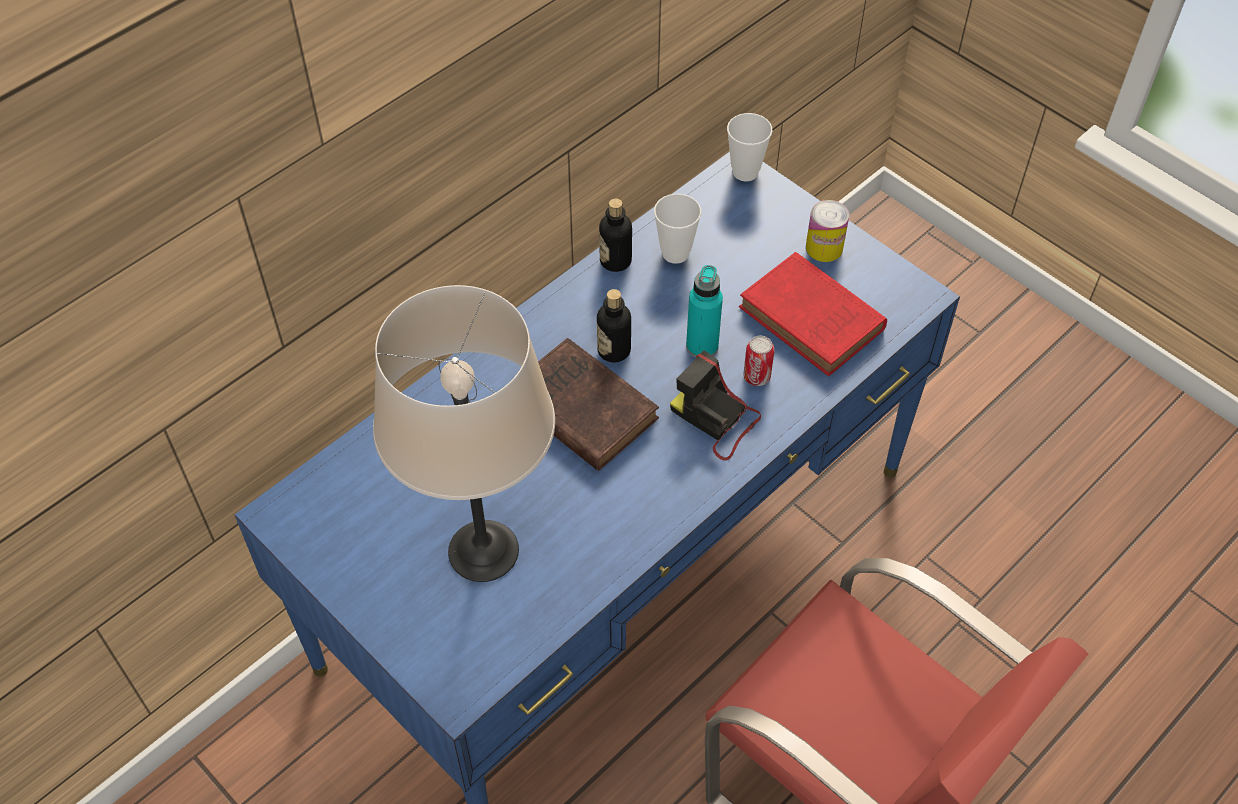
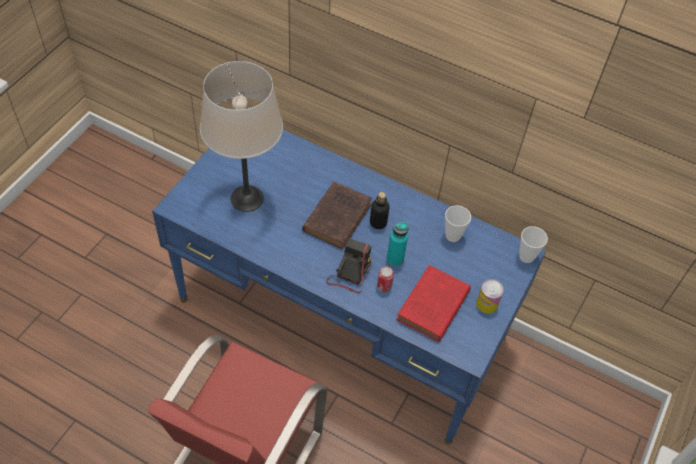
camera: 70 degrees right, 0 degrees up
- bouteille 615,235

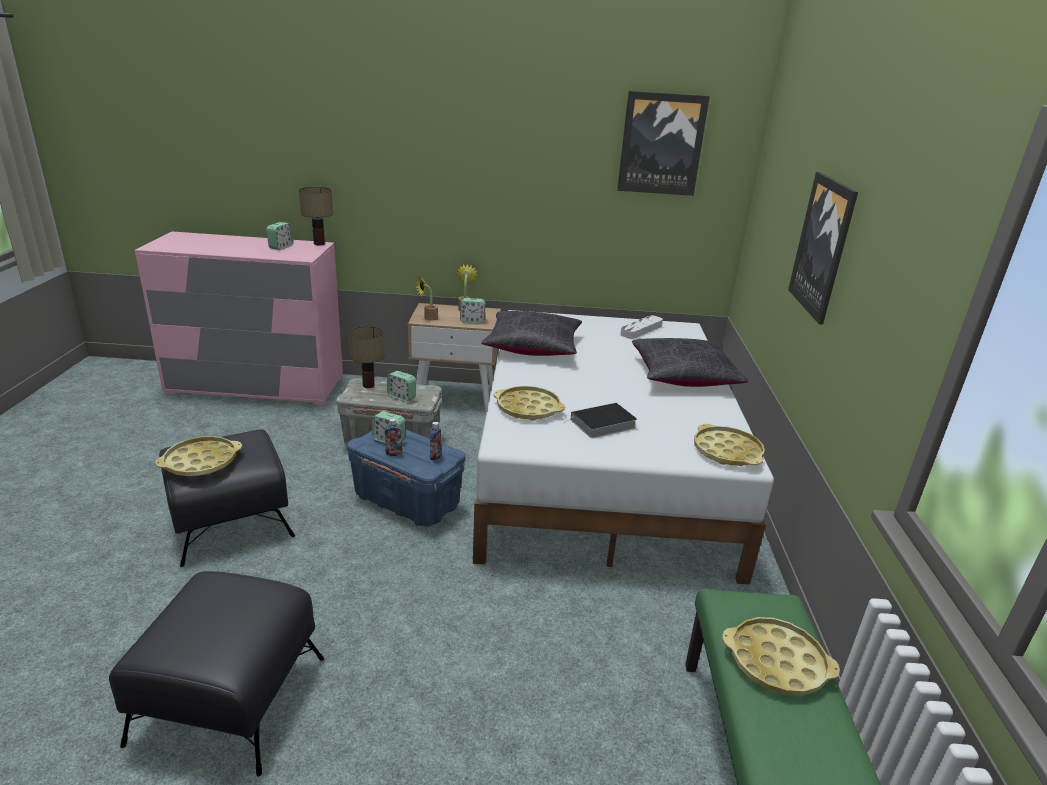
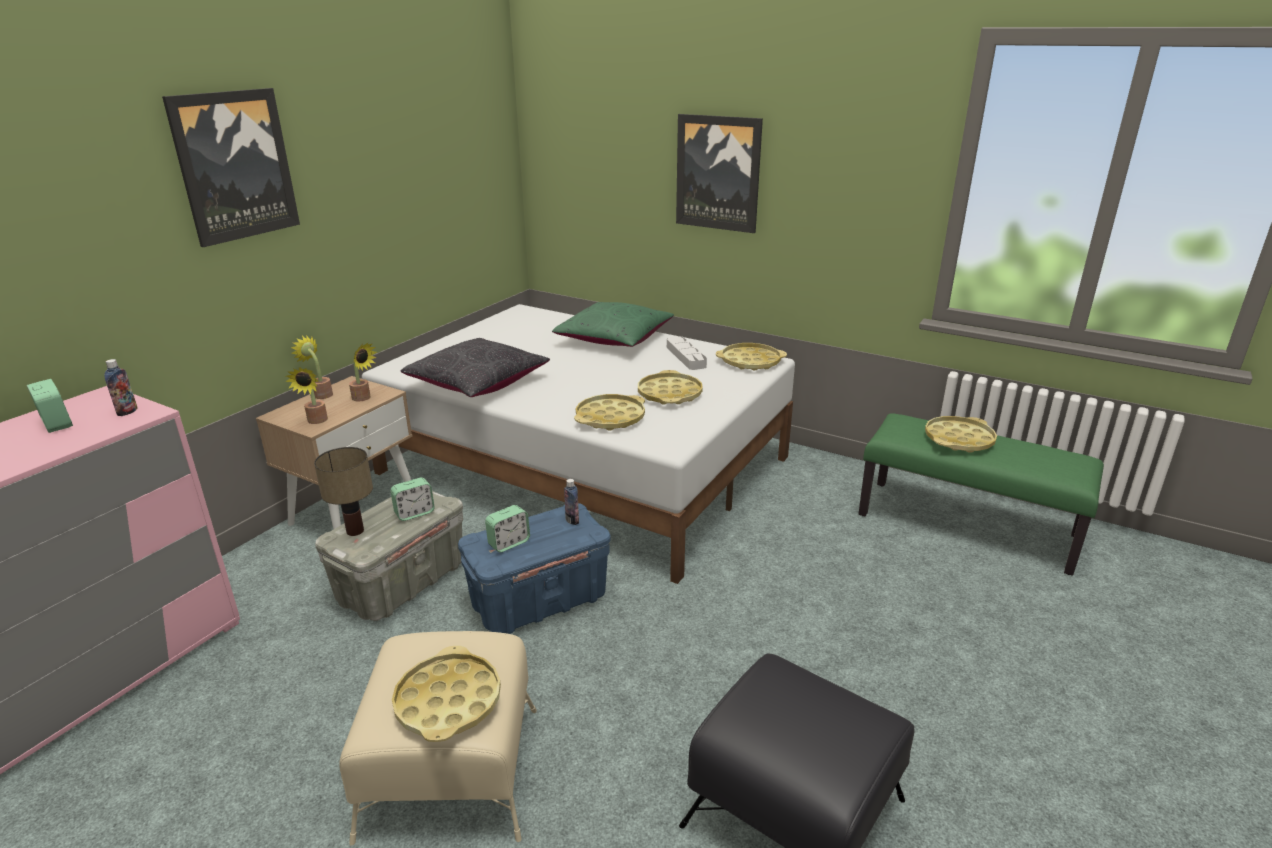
camera: 60 degrees left, 0 degrees up
~ bouteille 393,437 to 121,387
~ tableau 663,143 to 231,167
~ pouf [noir] 227,498 to pouf [beige] 438,738
~ réveil 472,310 to plante en pot 363,372
~ coussin [noir] 690,362 to coussin [vert] 613,324
~ livre 600,420 to plateau [jaune] 670,387
~ plateau [gris] 641,327 to 687,353
- lampe de table 316,216

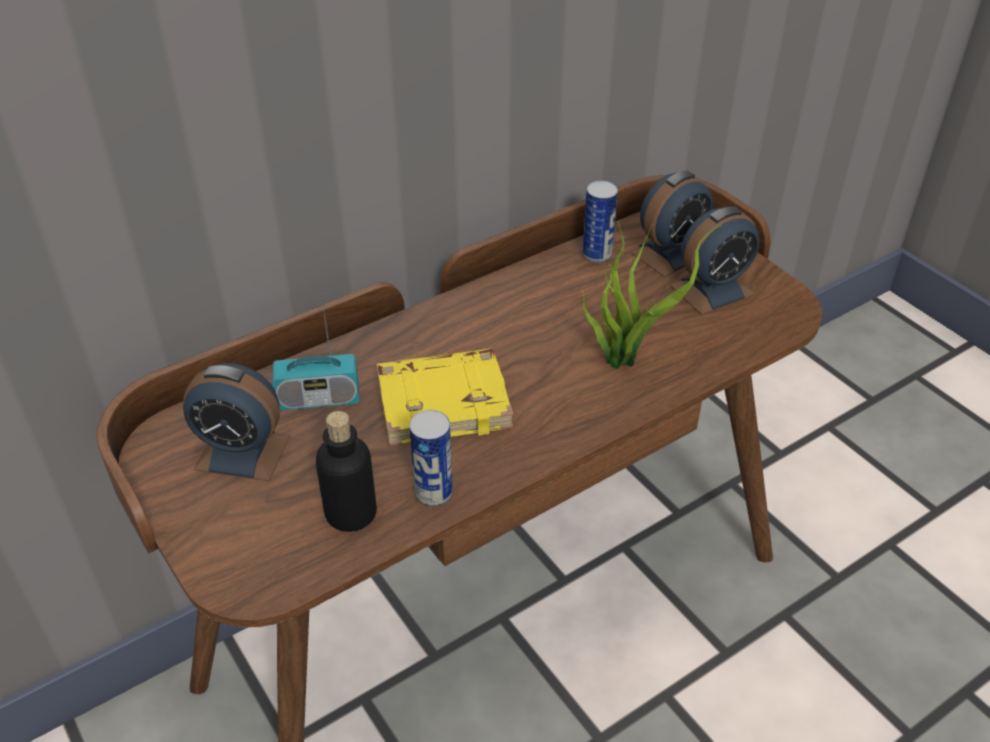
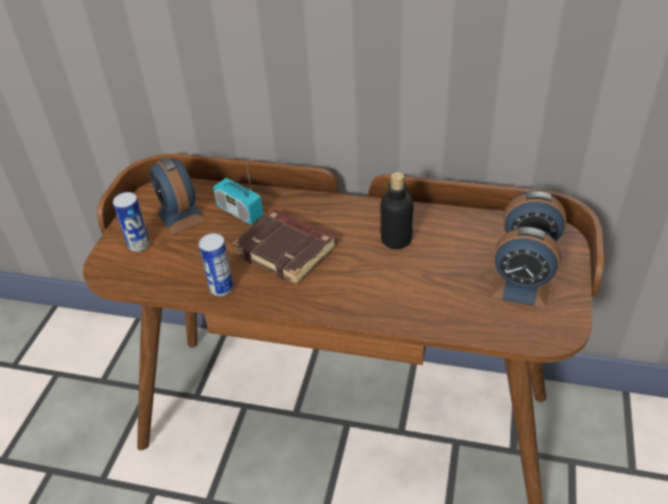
camera: 50 degrees right, 0 degrees up
~ boîte métallique 600,222 to 131,222
~ livre [jaune] 445,397 to livre [marron] 284,247
~ bouteille 346,471 to 397,210
- plante en pot 652,295

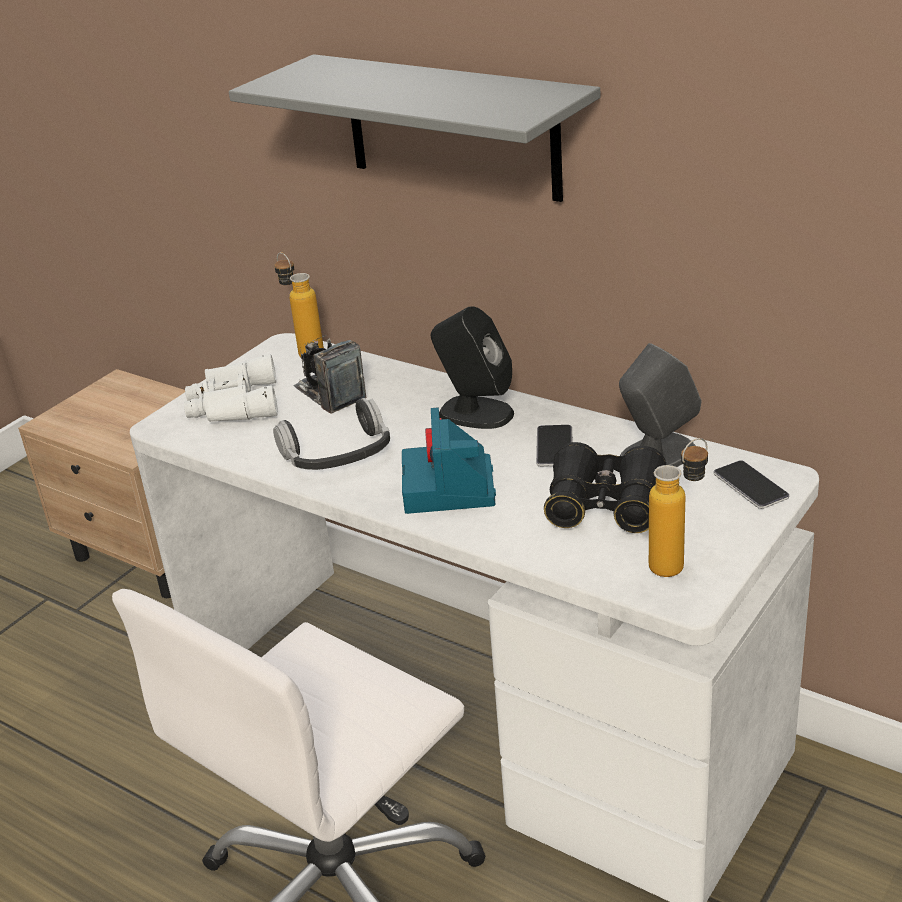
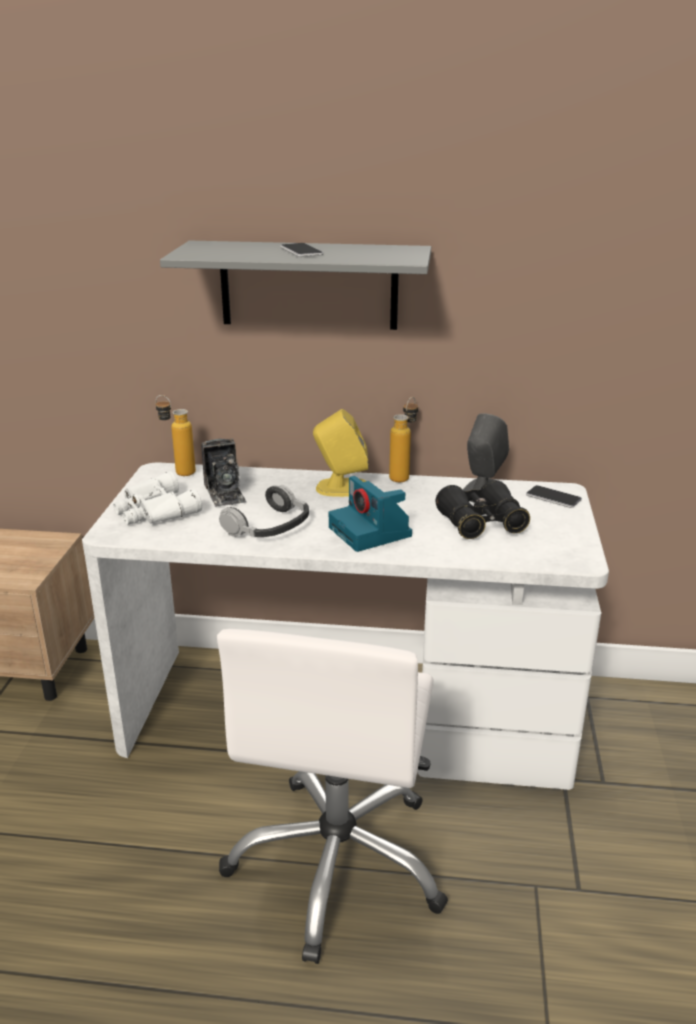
camera: 30 degrees left, 5 degrees down
~ appareil photo 329,374 = 223,473 135 degrees counterclockwise
~ téléphone 554,446 to 301,250
~ enceinte [noir] 472,367 to enceinte [jaune] 341,453
~ bouteille 678,507 to 403,439

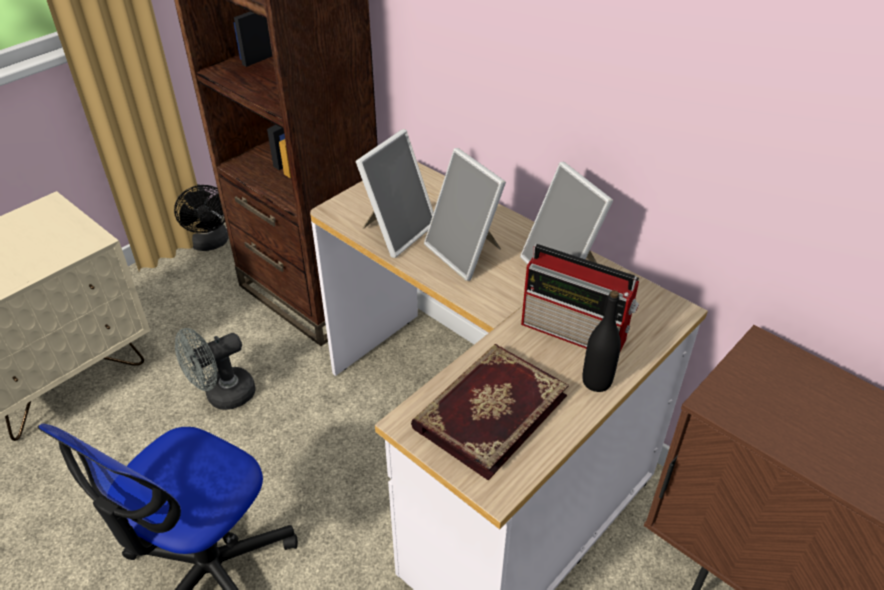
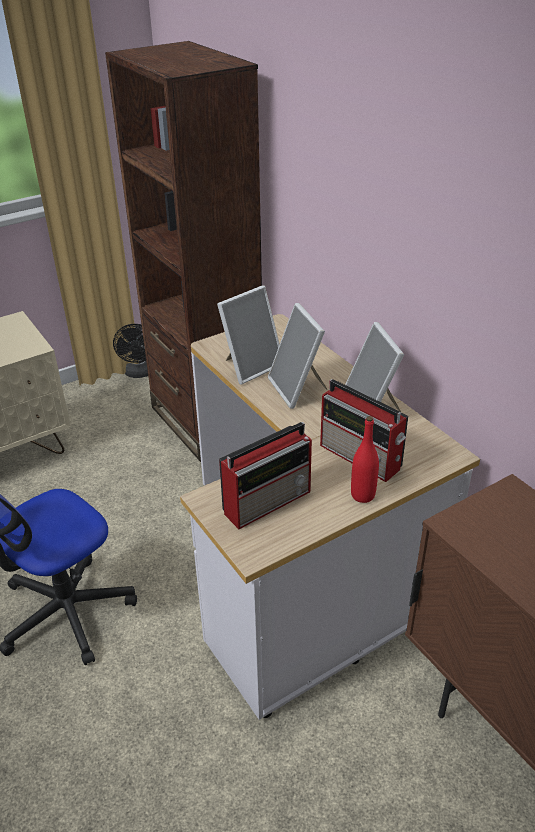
camera: 15 degrees right, 5 degrees down
~ livre 490,412 to radio 265,475
~ bouteille [noir] 601,341 to bouteille [rouge] 365,459
- ventilateur [gris] 215,369

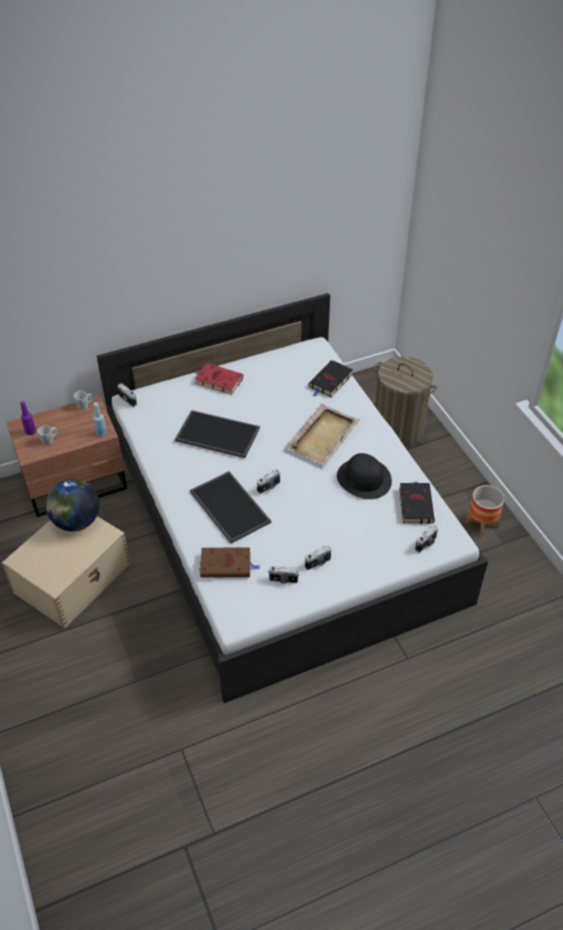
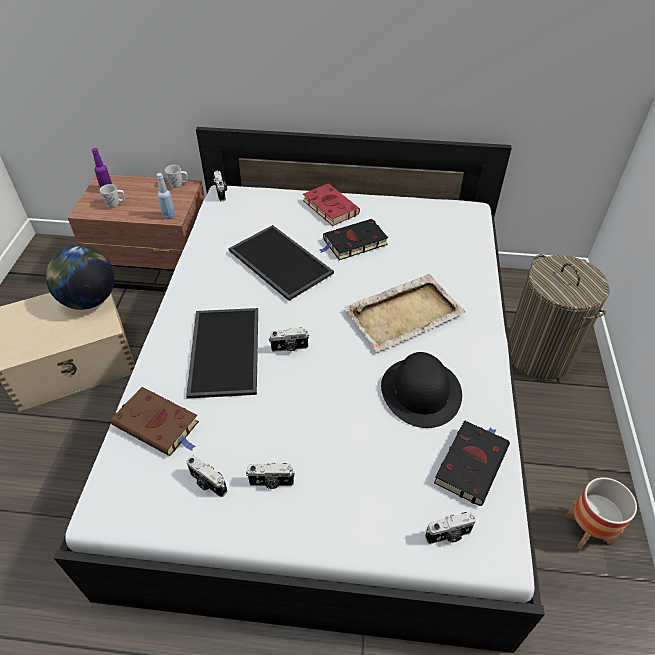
camera: 30 degrees right, 0 degrees up
~ livre [noir] 331,378 to 353,239

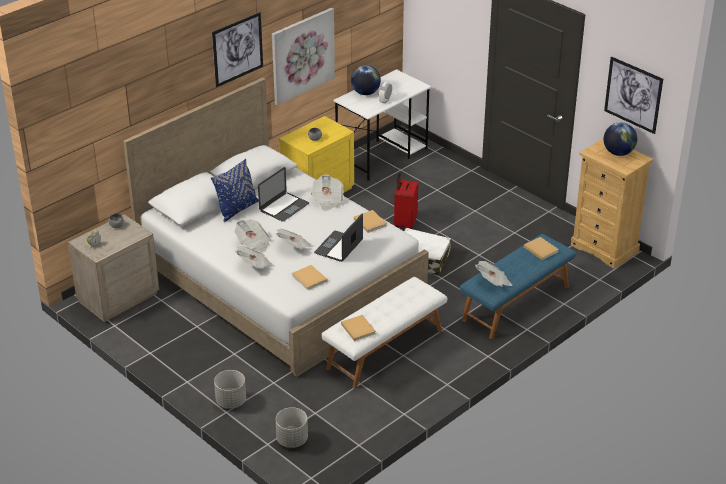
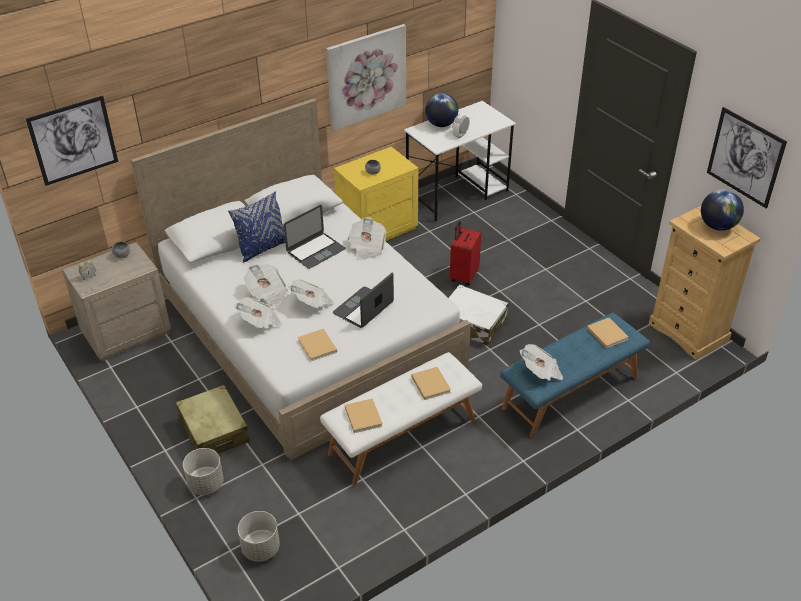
camera: 10 degrees right, 5 degrees up
~ tableau 237,49 to 72,140
+ valise [beige] 212,419
~ livre [beige] 370,221 to 431,383

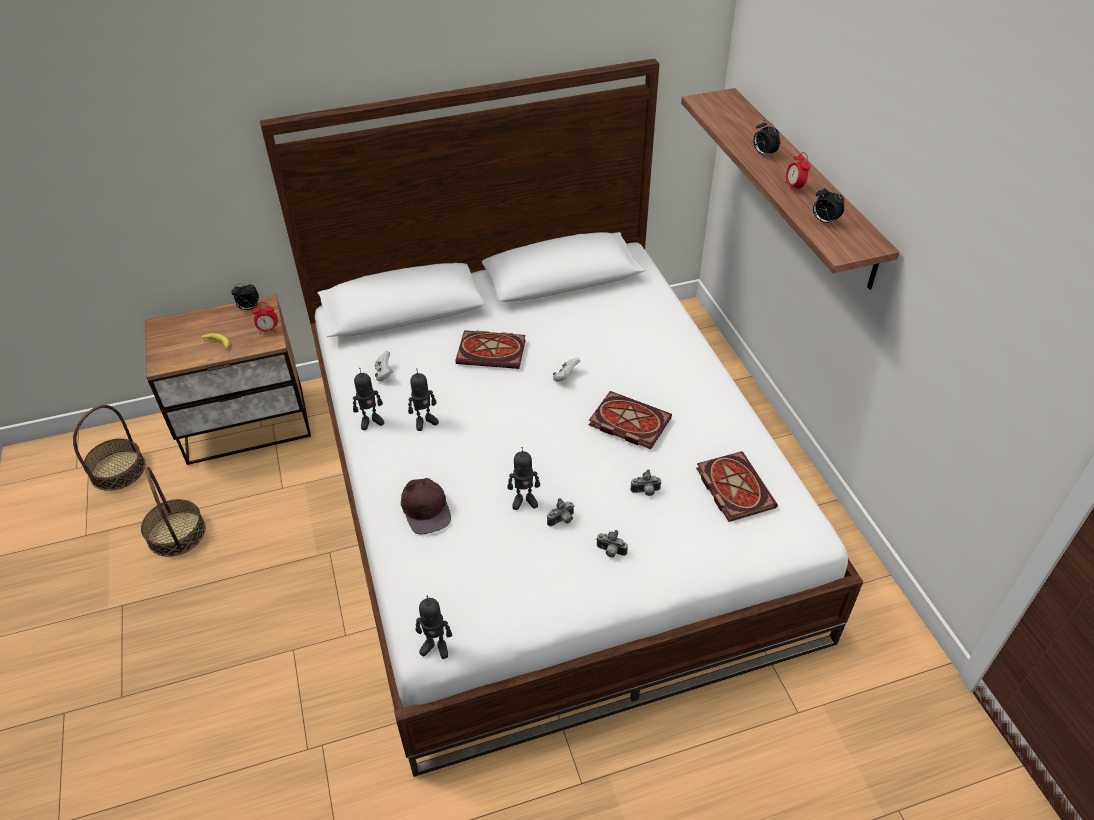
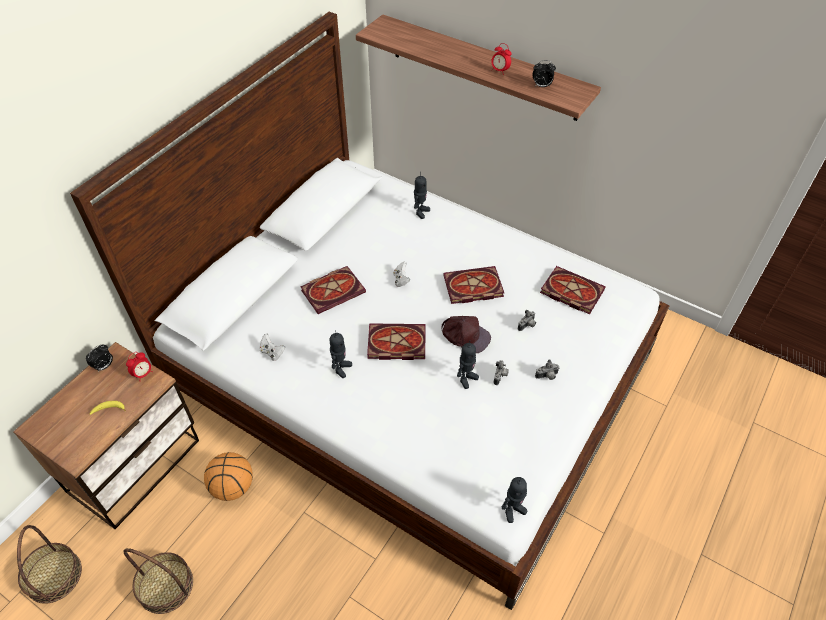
camera: 40 degrees left, 5 degrees up
+ ballon de basket 228,476
+ livre 396,341
~ robot jouet 368,399 to 422,195
~ casquette [marron] 426,506 to 466,334
- réveil 766,139

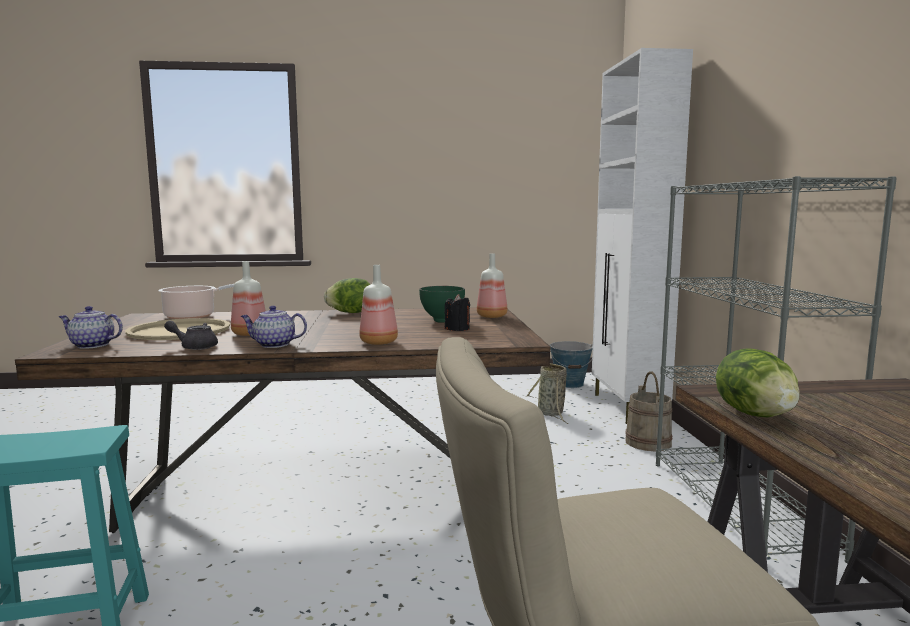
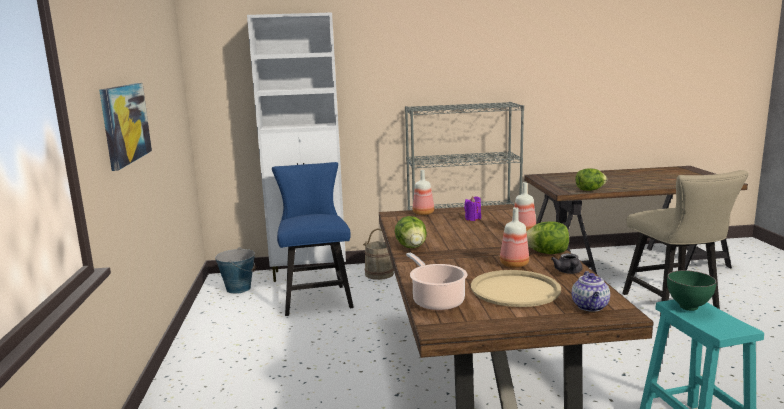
camera: 90 degrees left, 5 degrees up
+ tableau 125,127
~ panier 547,393 to chaise [bleu] 313,239
~ bougie [noir] 457,312 to bougie [violet] 472,208
~ théière 274,326 to laitue 547,237
~ bol [vert] 442,304 to 692,290

